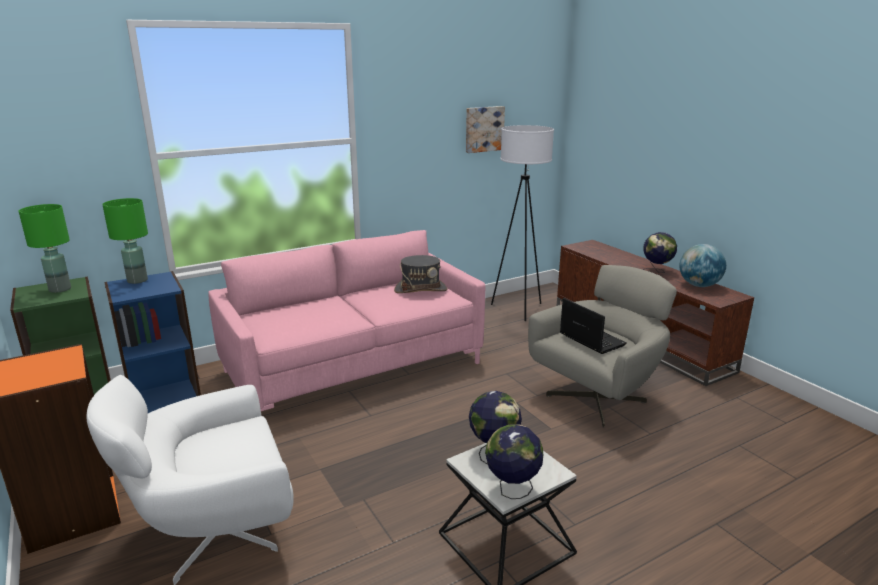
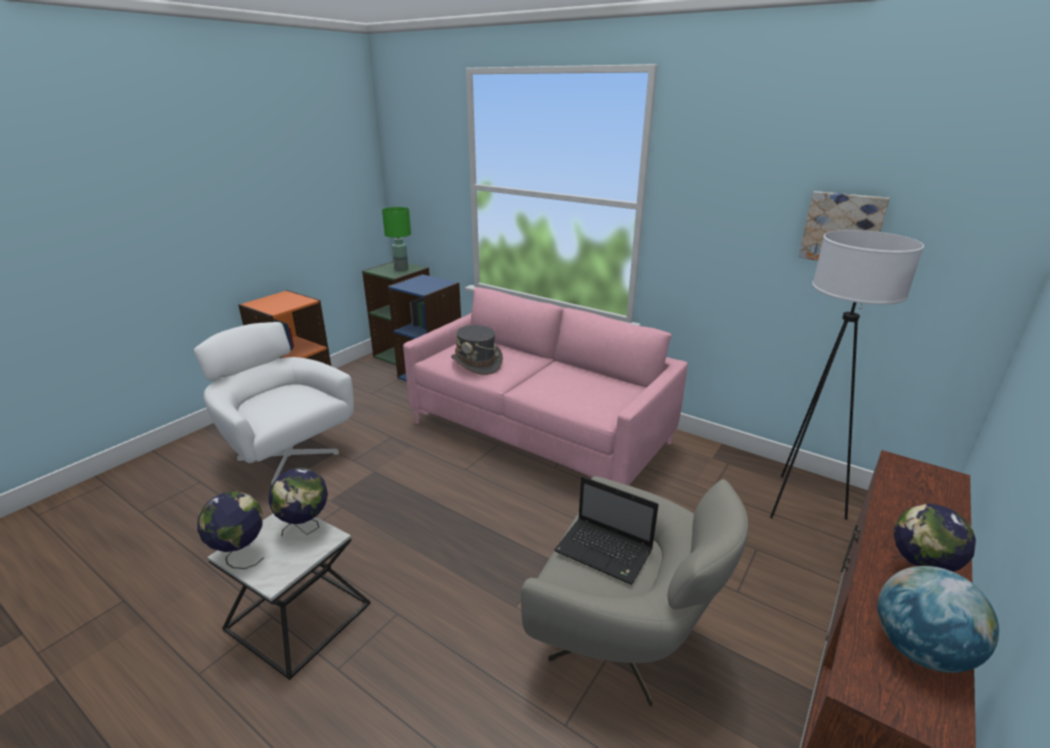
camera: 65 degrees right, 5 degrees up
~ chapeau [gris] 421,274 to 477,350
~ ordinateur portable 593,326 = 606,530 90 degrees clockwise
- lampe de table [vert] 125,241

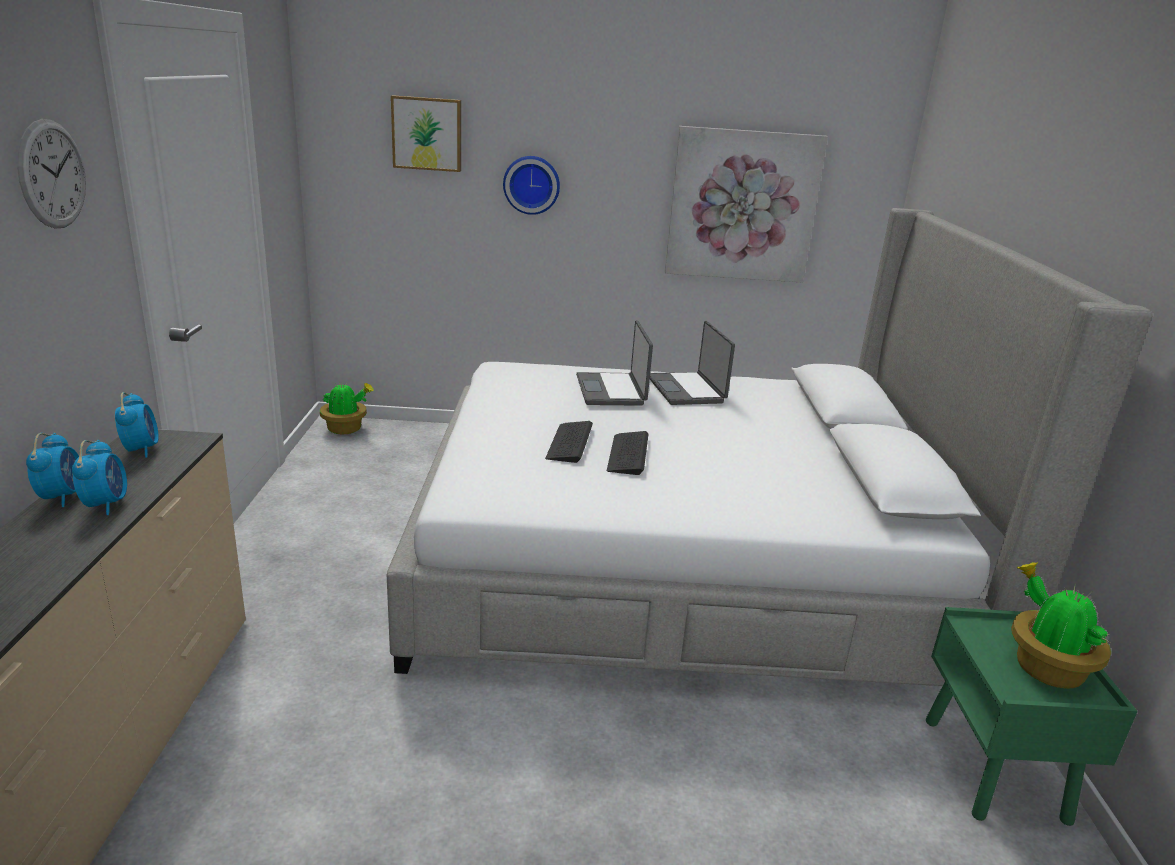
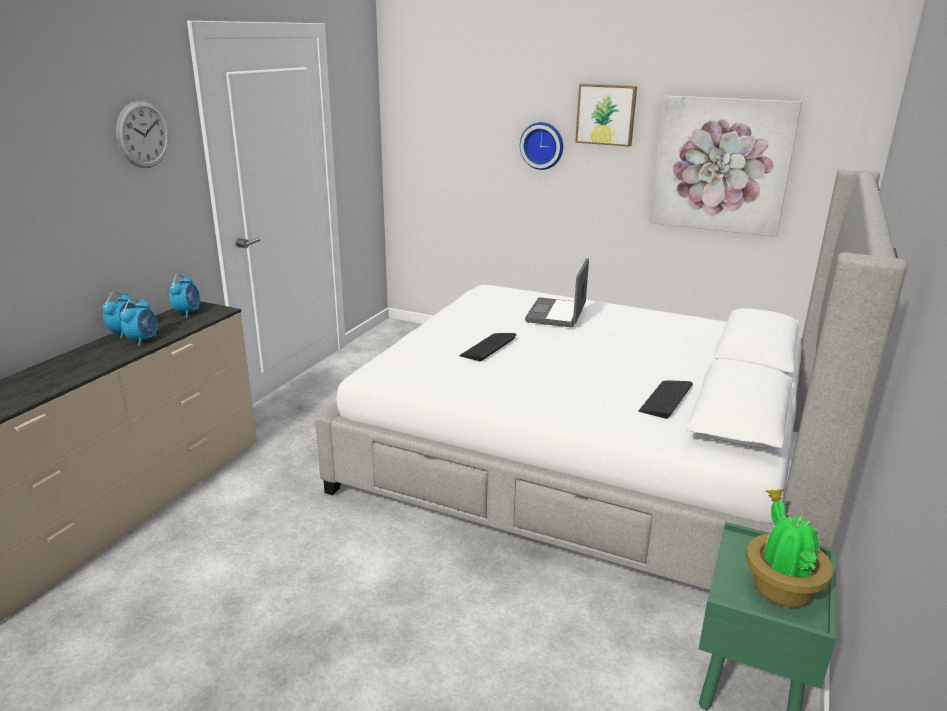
camera: 25 degrees right, 0 degrees up
~ tableau 426,133 to 606,115
~ clavier 628,453 to 666,399
- plante en pot 346,408
- ordinateur portable 692,363

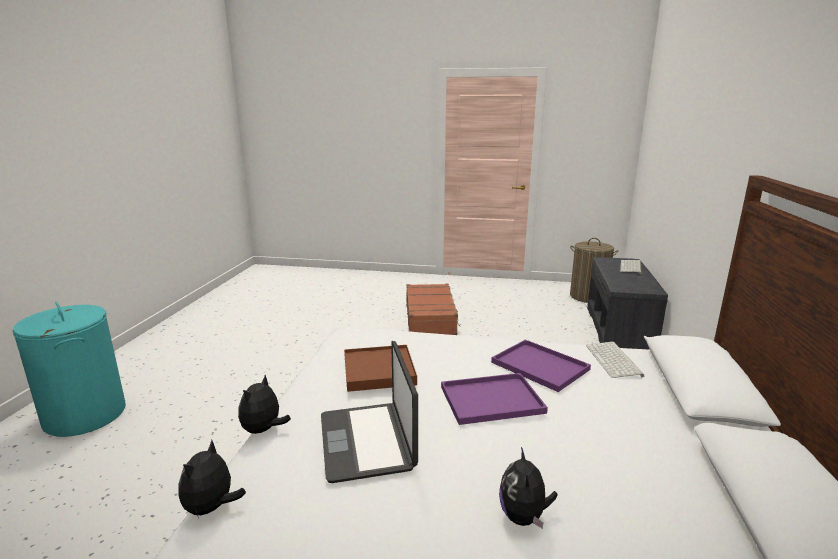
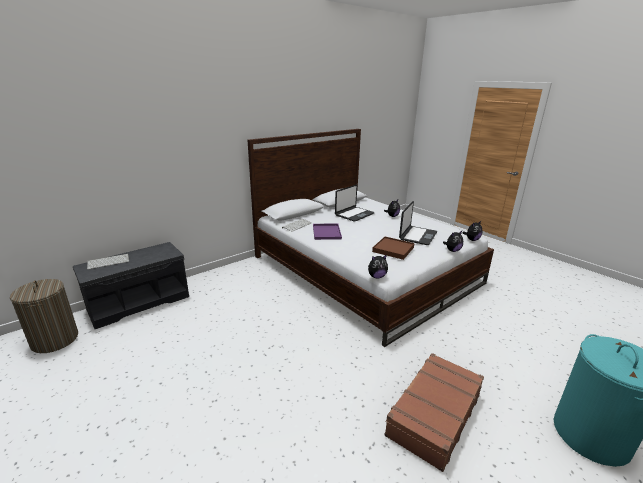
camera: 140 degrees left, 5 degrees up
+ ordinateur portable 355,203
+ peluche 378,266
~ valise [marron] 433,309 to 434,412
- plateau [violet] 494,399

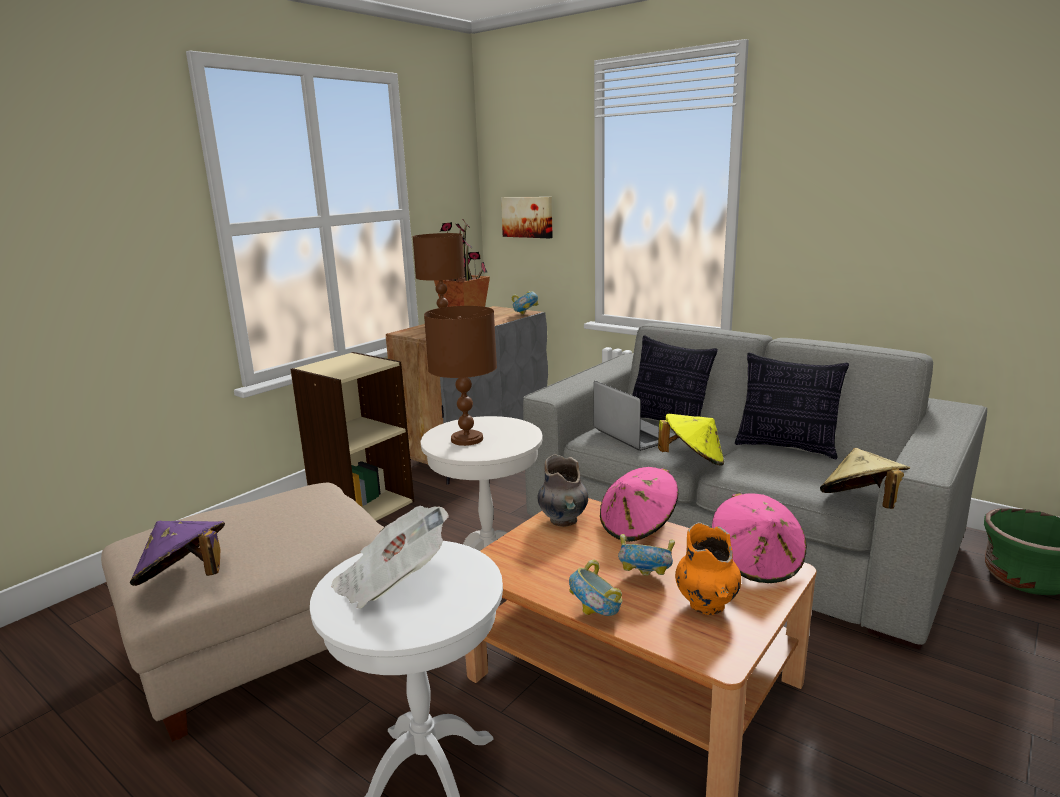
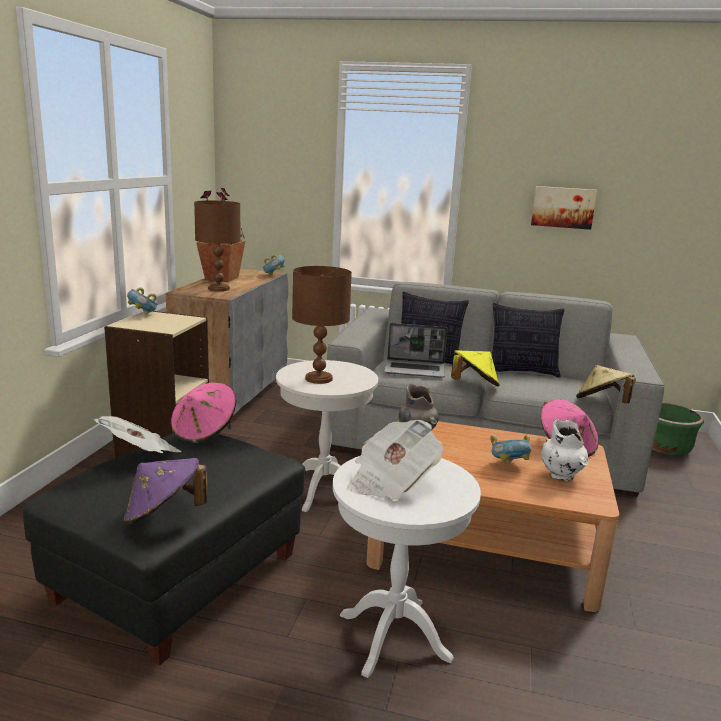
camera: 25 degrees left, 0 degrees up
~ pouf [beige] 242,612 to pouf [noir] 163,549
+ journal 137,434
~ bol 595,588 to 142,300
~ chapeau [rose] 639,504 to 203,413
~ ordinateur portable 636,416 = 416,350 150 degrees clockwise
~ tableau 527,217 to 564,208
~ vase [orange] 708,568 to vase [blanc] 565,449

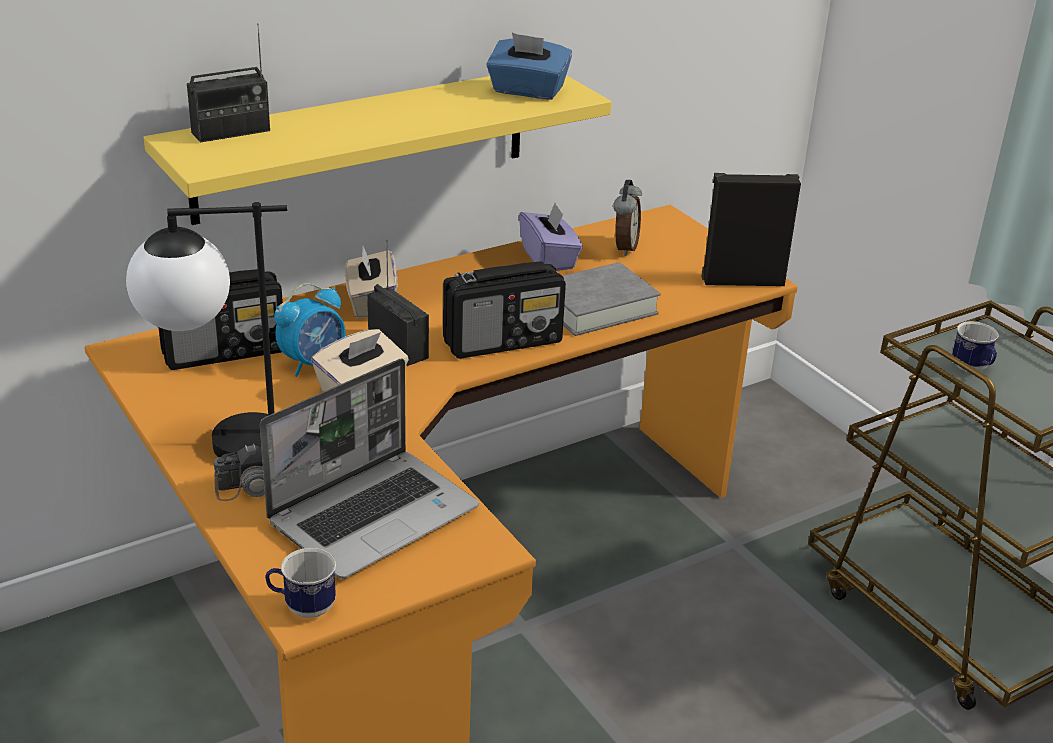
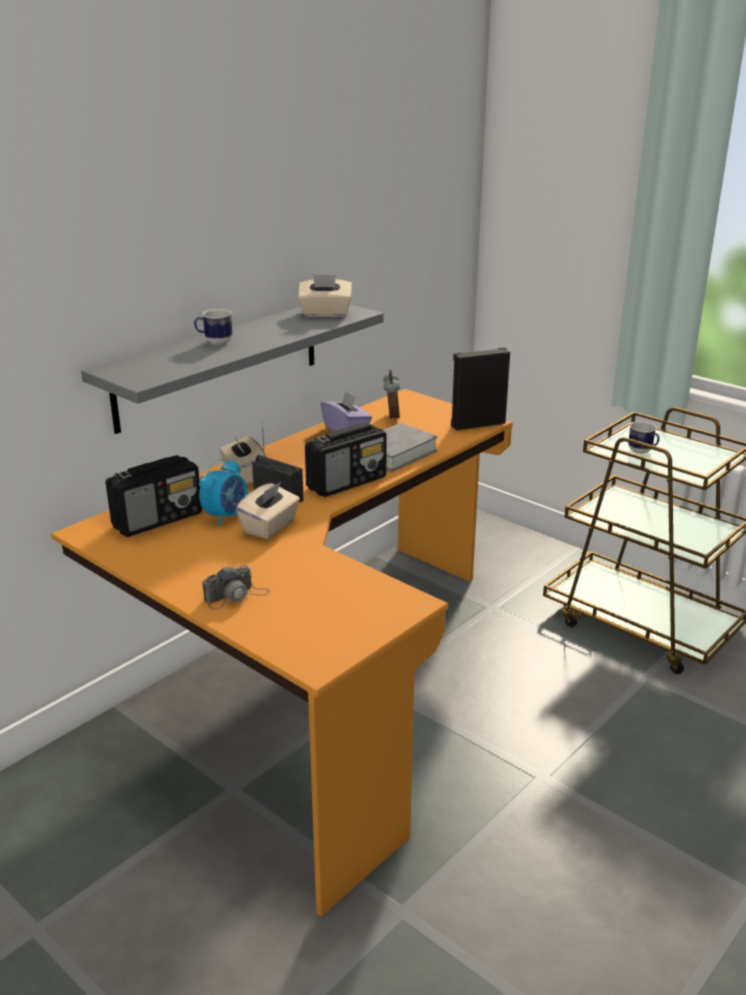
camera: 15 degrees left, 5 degrees down
~ étagère [jaune] 377,150 to étagère [gris] 232,369
~ mug 300,583 to 213,327
~ boîte à mouchoirs [bleu] 529,66 to boîte à mouchoirs [beige] 325,295
- lampe de table 206,329
- radio 228,83
- ordinateur portable 369,468

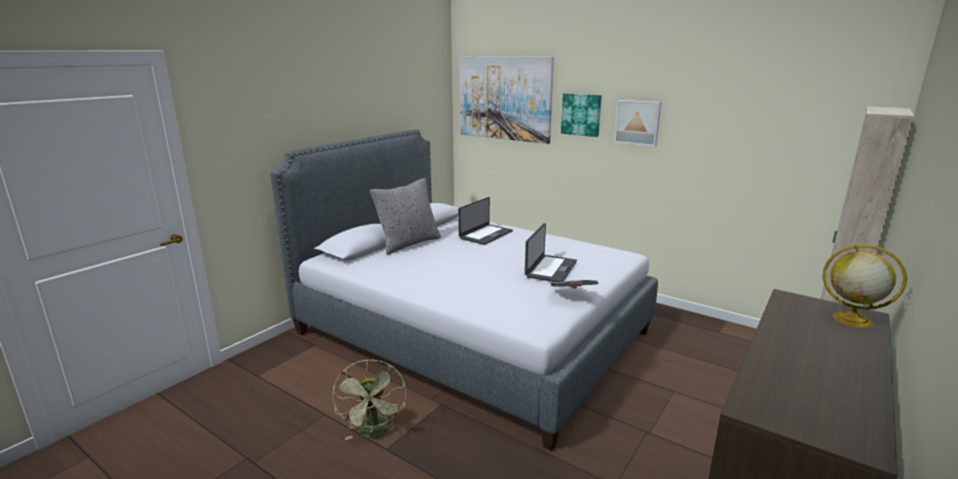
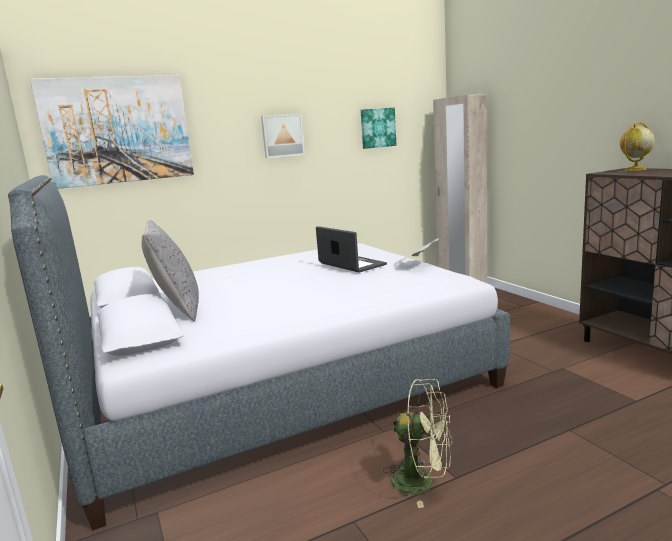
camera: 60 degrees left, 5 degrees down
~ tableau 581,115 to 378,128
- ordinateur portable 485,221

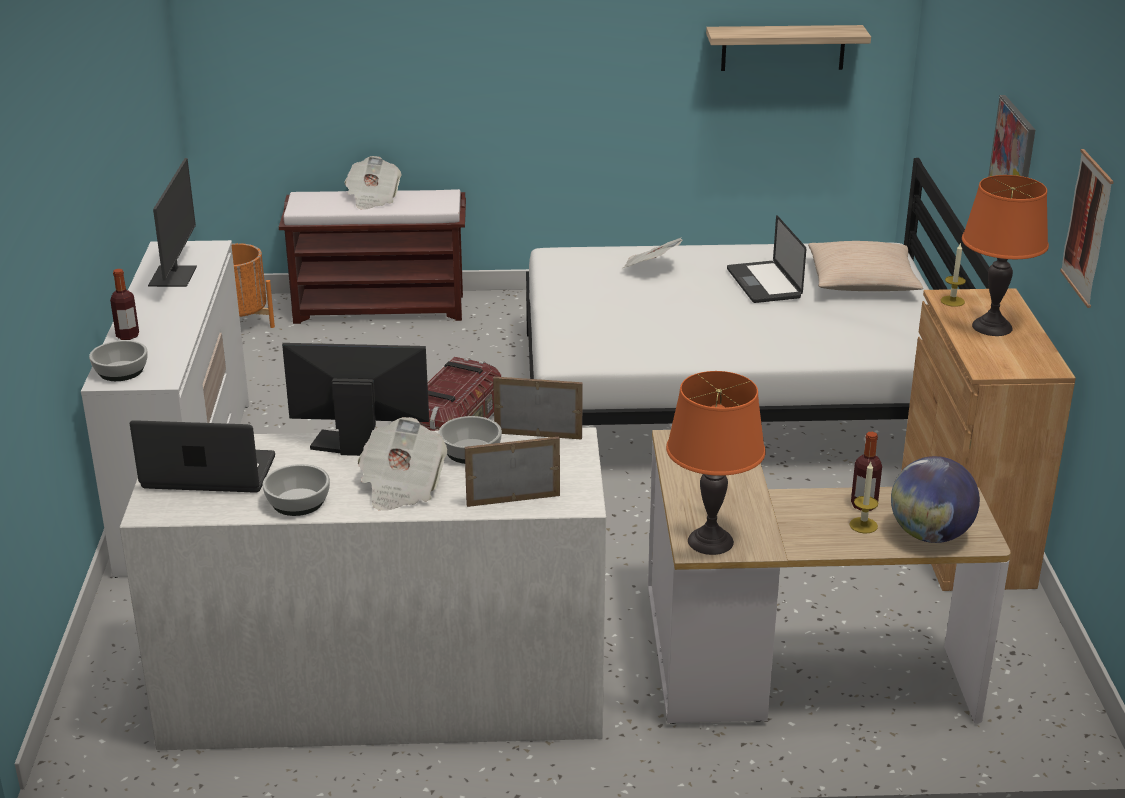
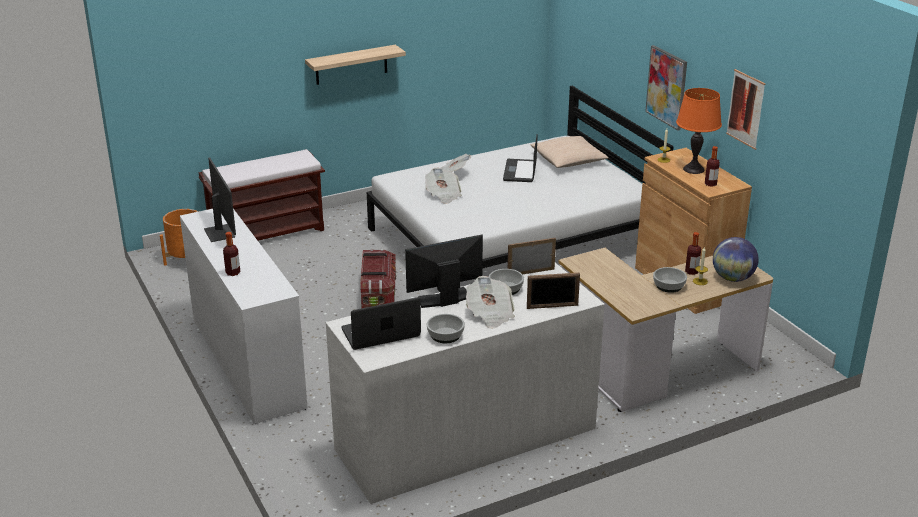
camera: 25 degrees left, 0 degrees up
~ étagère 788,48 to 355,65
~ journal 373,183 to 443,186
~ ordinateur portable 766,259 = 520,158 45 degrees clockwise
~ cadre photo 512,471 = 553,290 150 degrees counterclockwise
~ bol 118,360 to 670,280
+ bouteille 712,166
- lampe de table [orange] 716,463

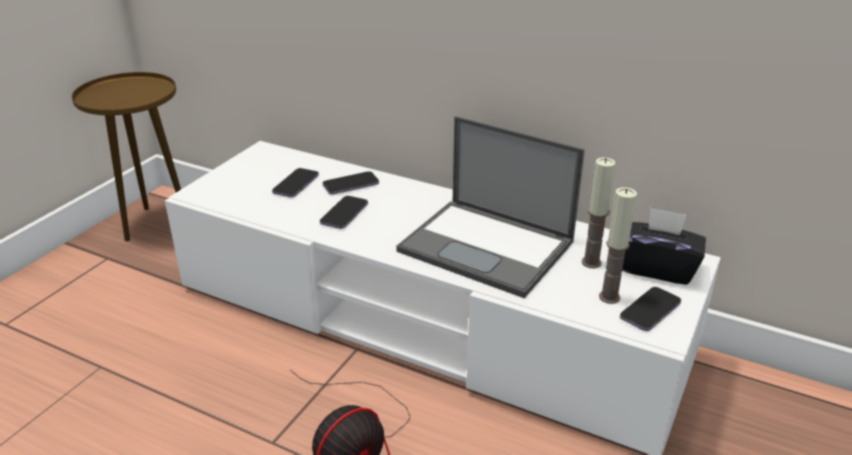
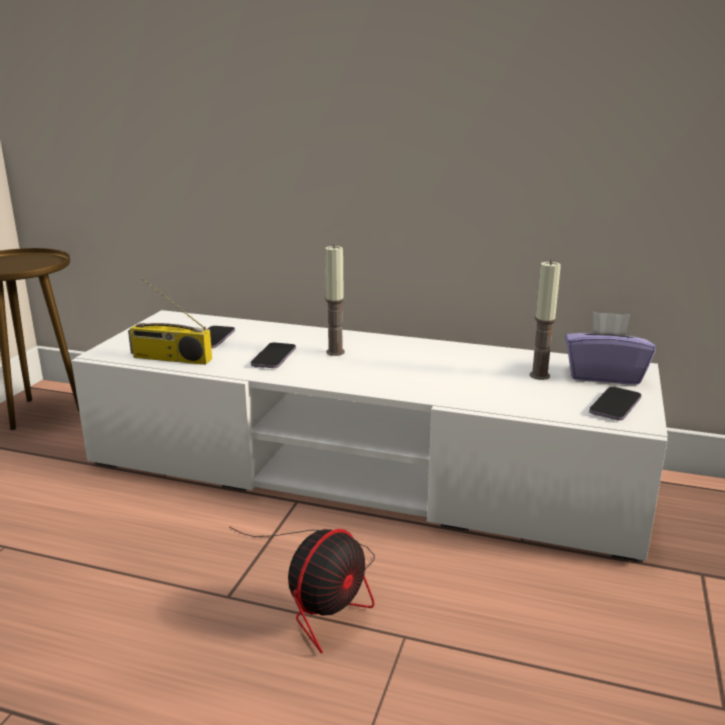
camera: 10 degrees left, 10 degrees down
+ radio 170,321
~ bougie 618,245 to 335,300
~ boîte à mouchoirs [noir] 664,246 to boîte à mouchoirs [violet] 610,348
- téléphone 351,183
- ordinateur portable 490,207

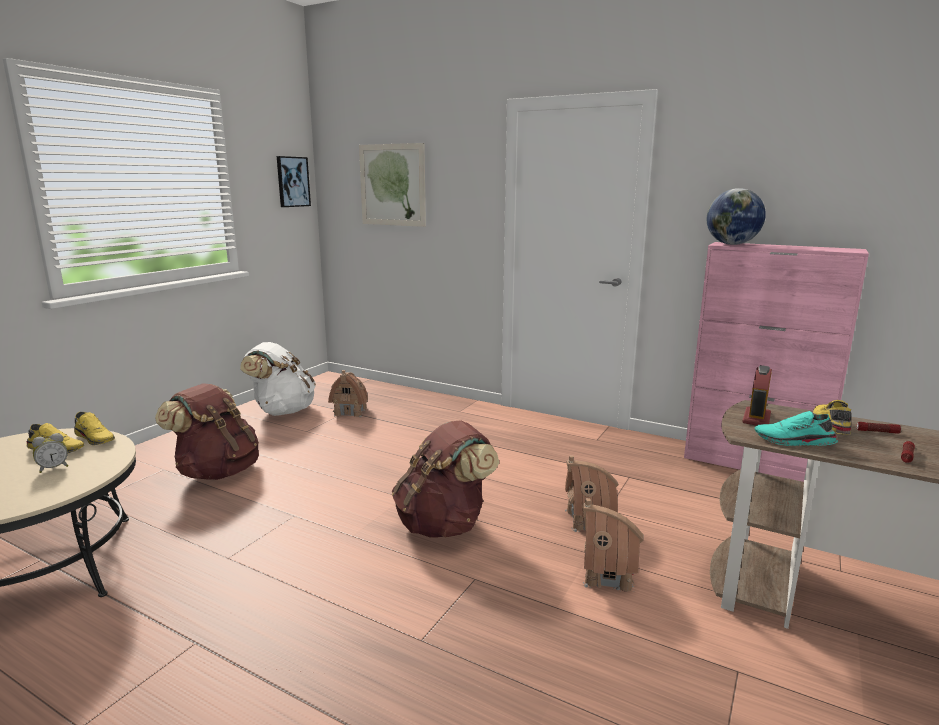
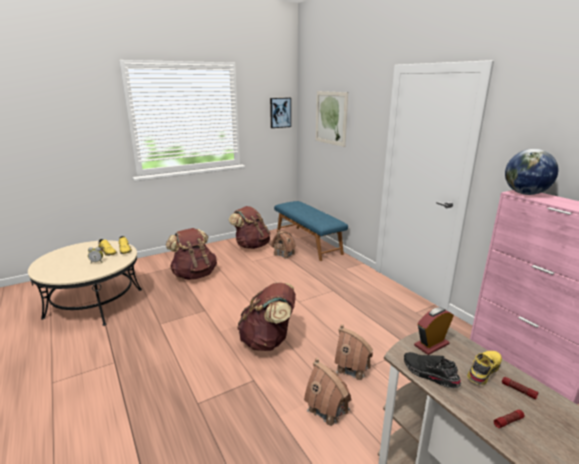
camera: 30 degrees right, 5 degrees up
~ sac à dos [blanc] 278,379 to sac à dos [marron] 250,227
+ banc [bleu] 311,231
~ chaussure [turquoise] 796,428 to chaussure [noir] 432,370

